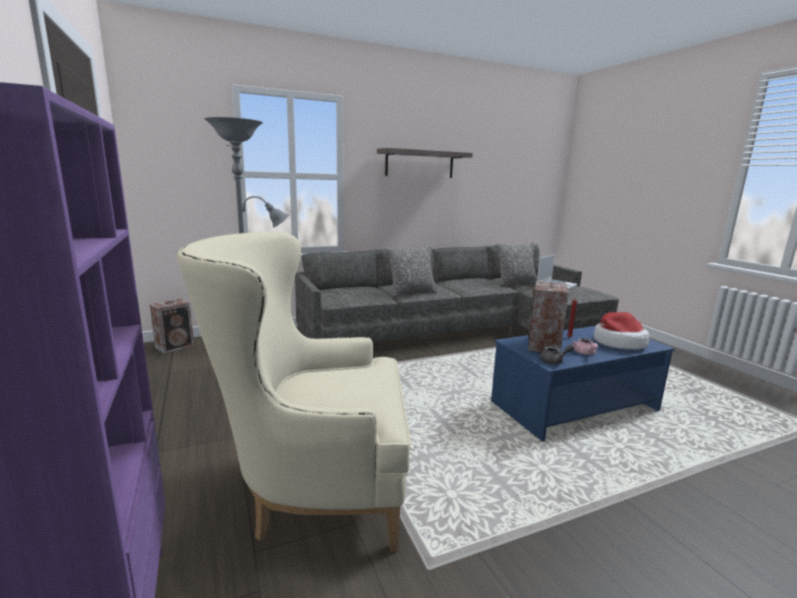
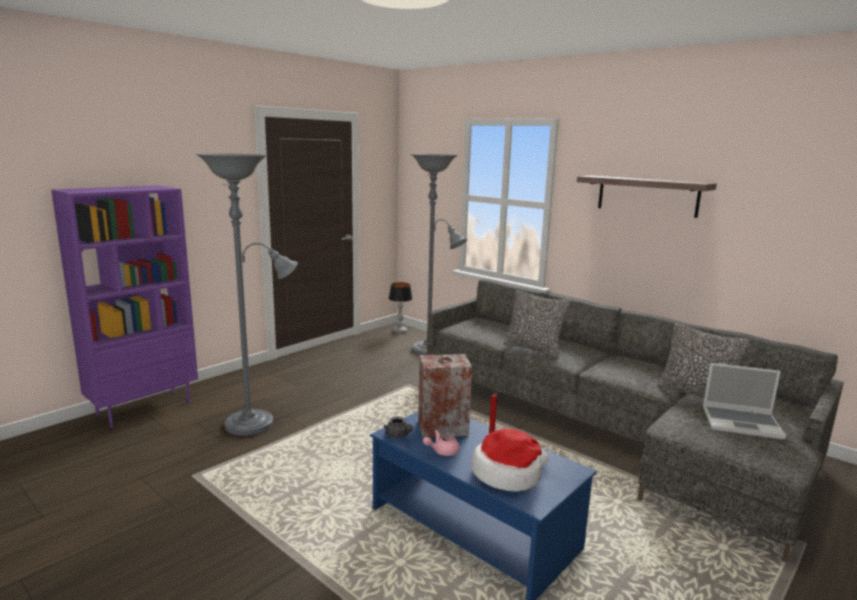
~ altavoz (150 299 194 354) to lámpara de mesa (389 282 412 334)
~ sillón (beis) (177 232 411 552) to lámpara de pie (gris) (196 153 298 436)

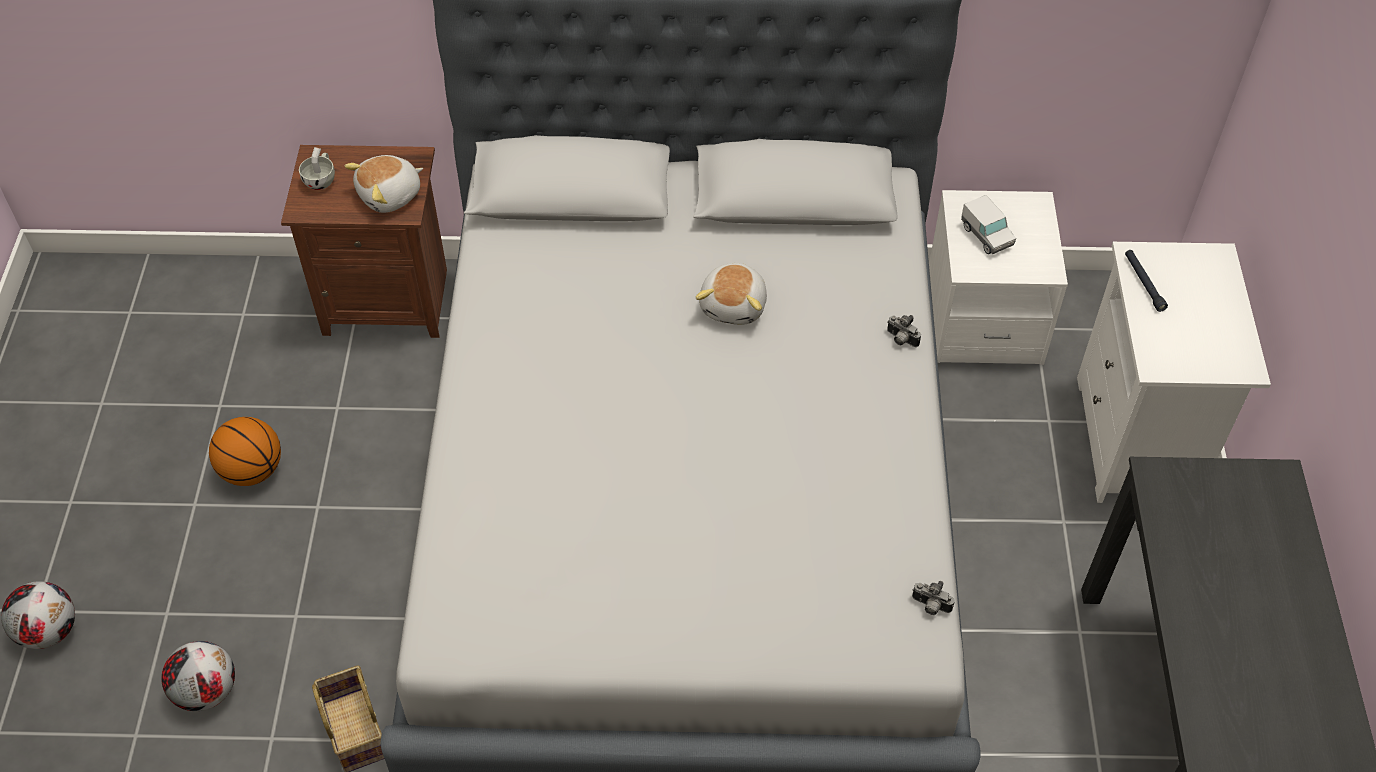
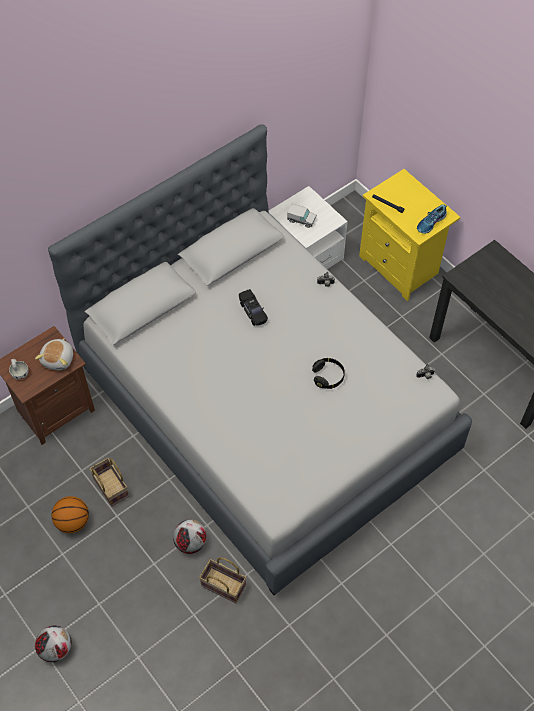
~ balón de fútbol (161 641 235 711) to (173 519 207 554)
~ peluche (695 263 767 325) to coche de juguete (negro) (239 289 268 326)
~ mesita de noche (blanco) (1077 242 1271 503) to mesita de noche (amarillo) (359 169 461 301)
+ cesta (89 458 129 507)
+ auriculares (negro) (312 358 345 389)
+ zapato (417 204 447 234)

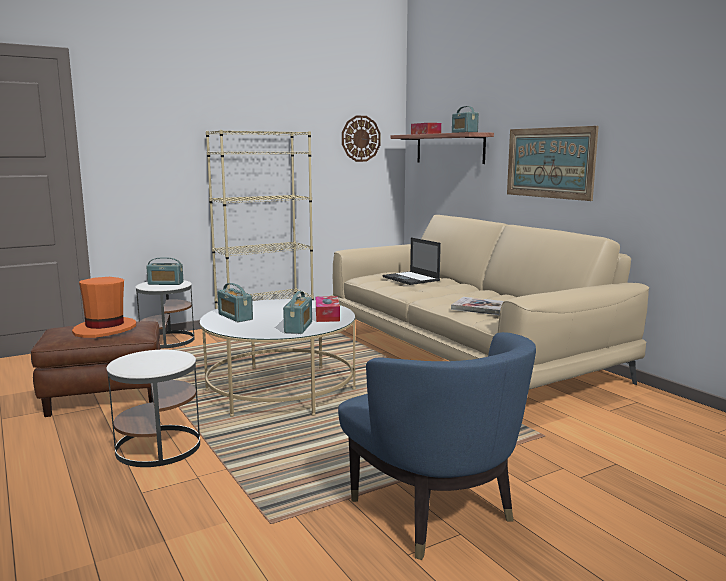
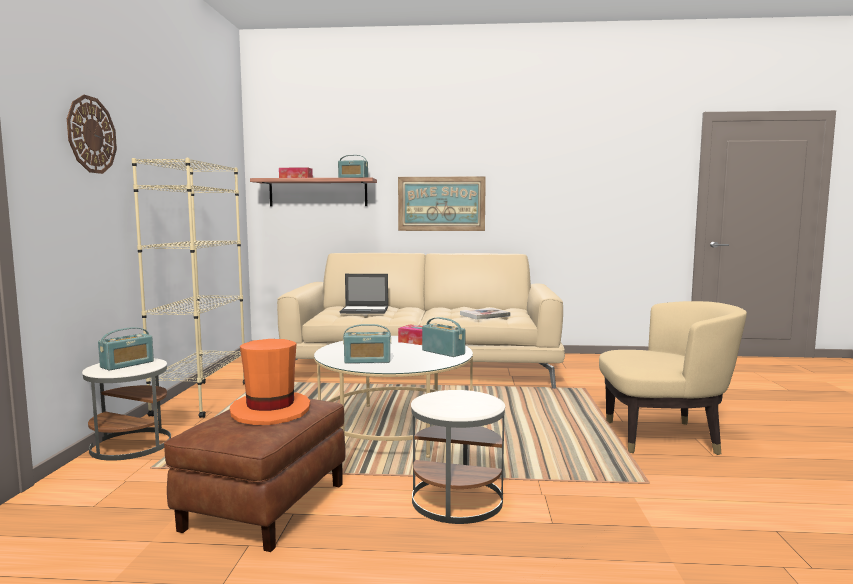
~ sillón (azul) (338 332 536 560) to sillón (beis) (599 301 747 455)
~ reloj de pared (342 115 380 162) to (67 95 117 174)

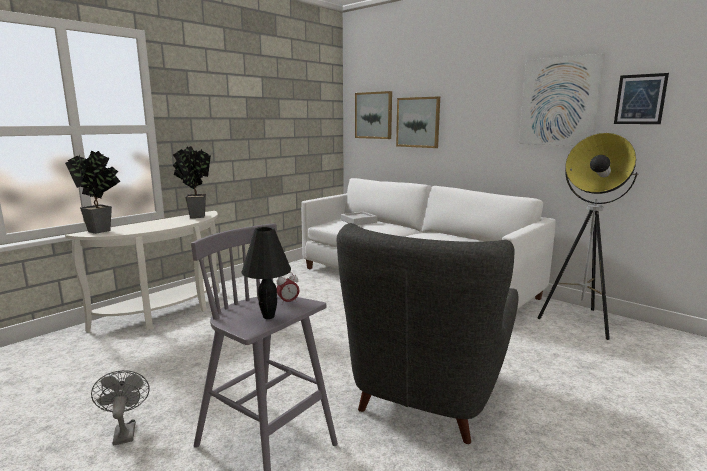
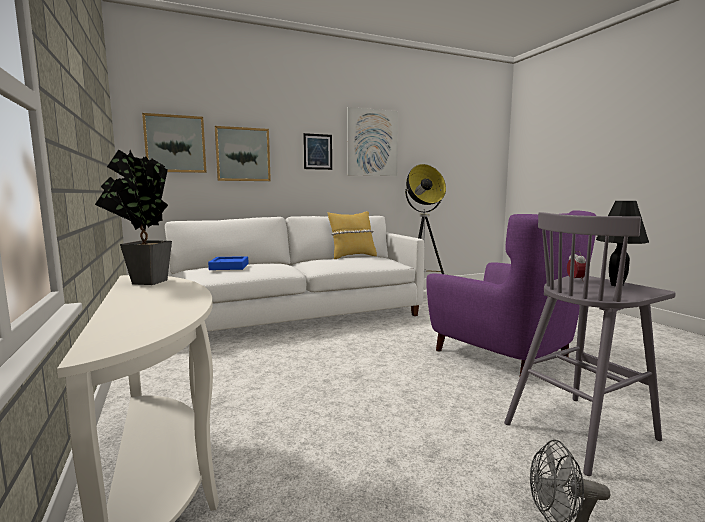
- planta en maceta (65 150 121 234)
~ sillón (gris) (337 223 519 444) to sillón (morado) (426 210 596 378)
~ bandeja (gris) (341 212 377 225) to bandeja (azul) (208 256 249 270)
~ cuadro (614 73 669 124) to (303 133 332 170)
+ cojín (amarillo) (328 211 377 259)

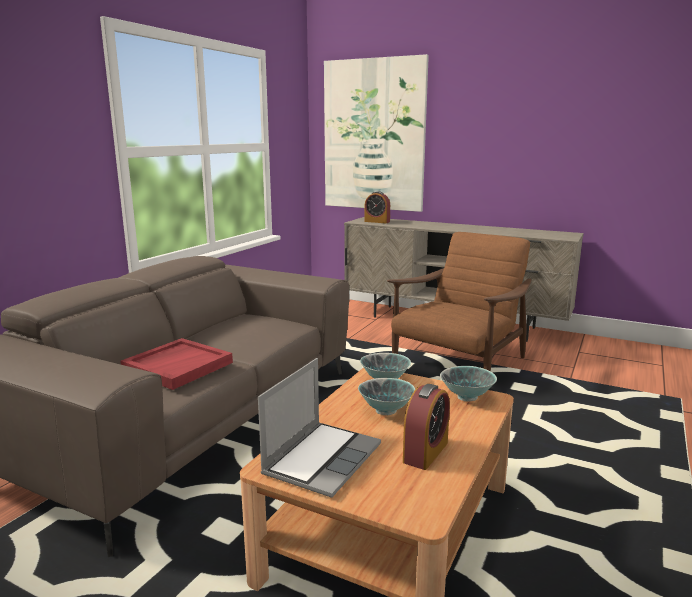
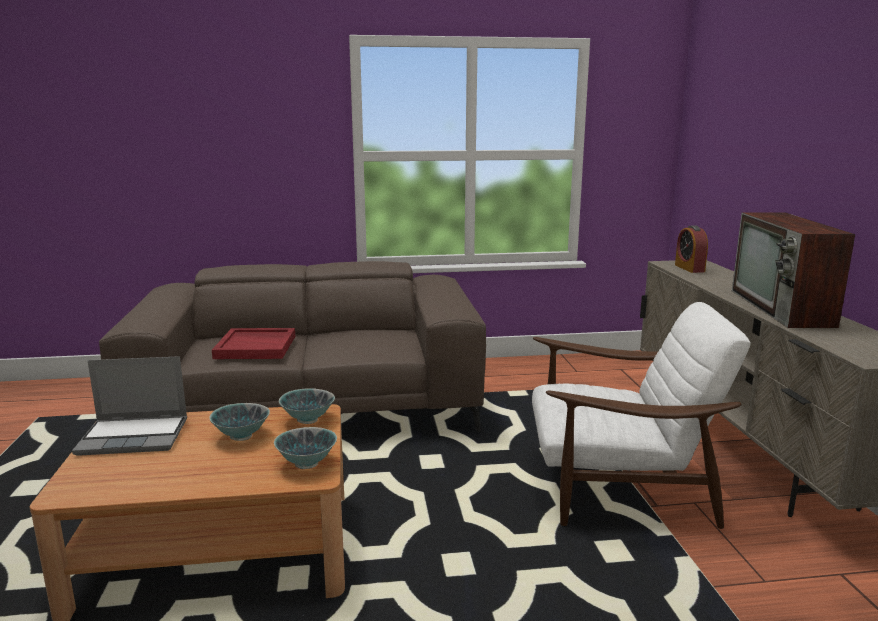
- cuadro (324 54 429 212)
~ sillón (marrón) (387 232 531 371) to sillón (blanco) (532 302 751 529)
- despertador (403 384 450 470)
+ televisor (732 212 855 328)

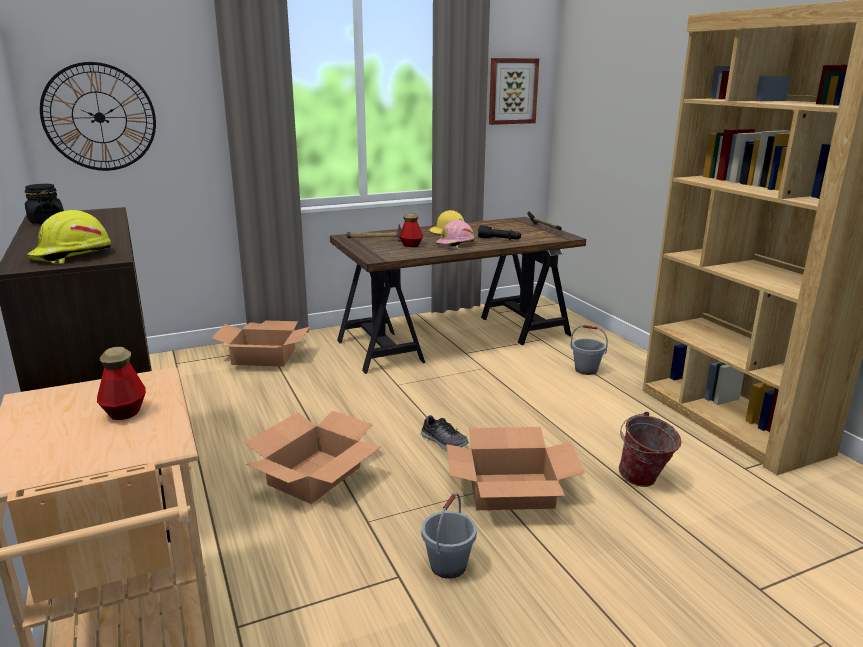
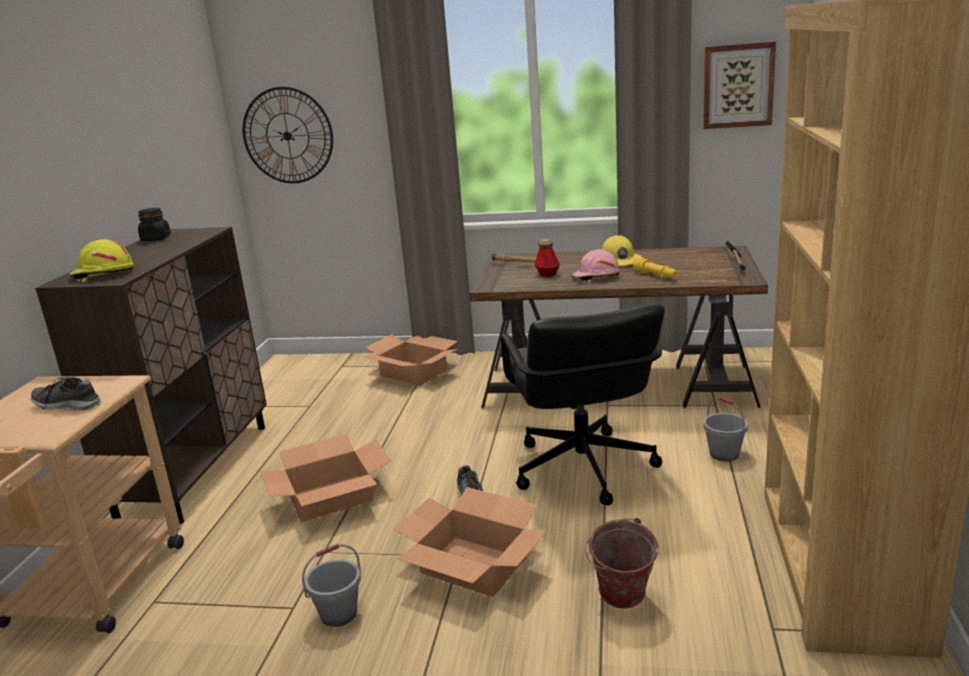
~ botella (97 347 146 420) to zapato (31 377 102 411)
~ linterna (negro) (478 226 521 240) to linterna (amarillo) (633 257 677 278)
+ silla de oficina (negro) (501 304 665 505)

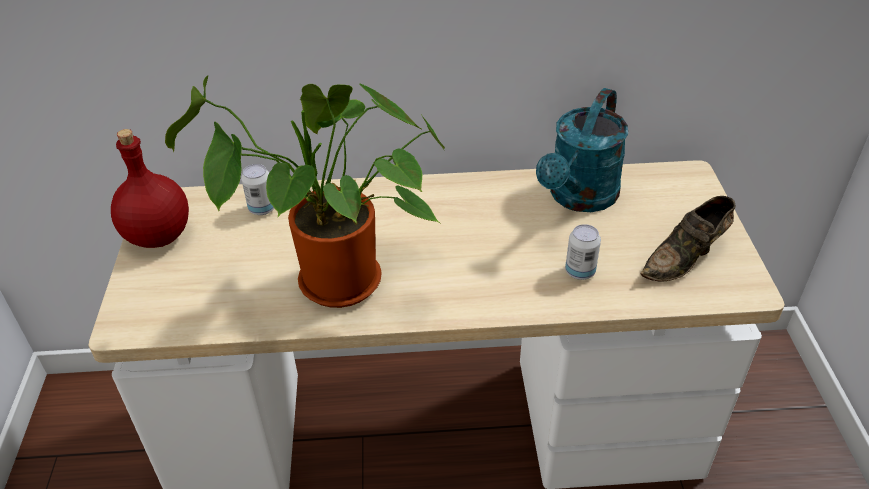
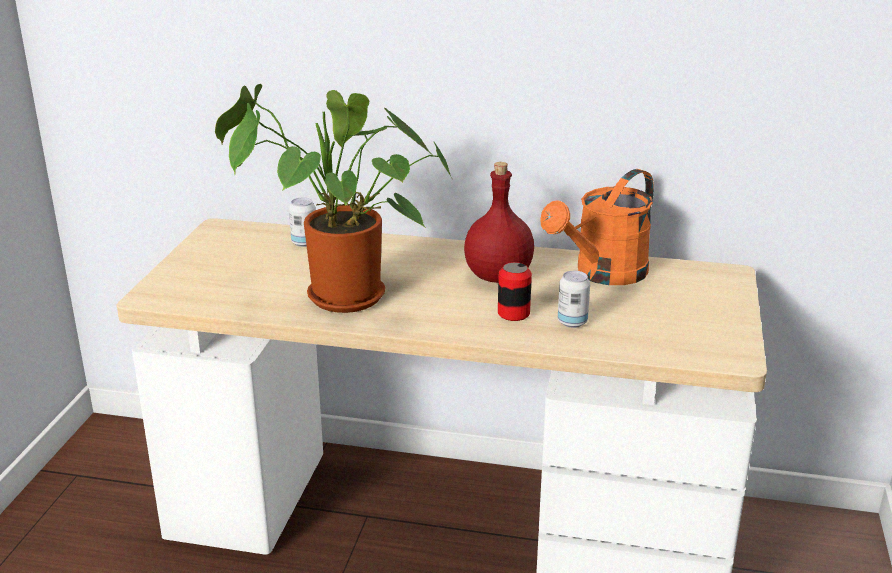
~ botella (rojo) (111 129 189 248) to (464 162 534 283)
~ regadera (turquesa) (536 88 628 212) to regadera (naranja) (540 169 654 285)
- zapato (marrón) (641 196 736 282)
+ lata (498 262 532 321)

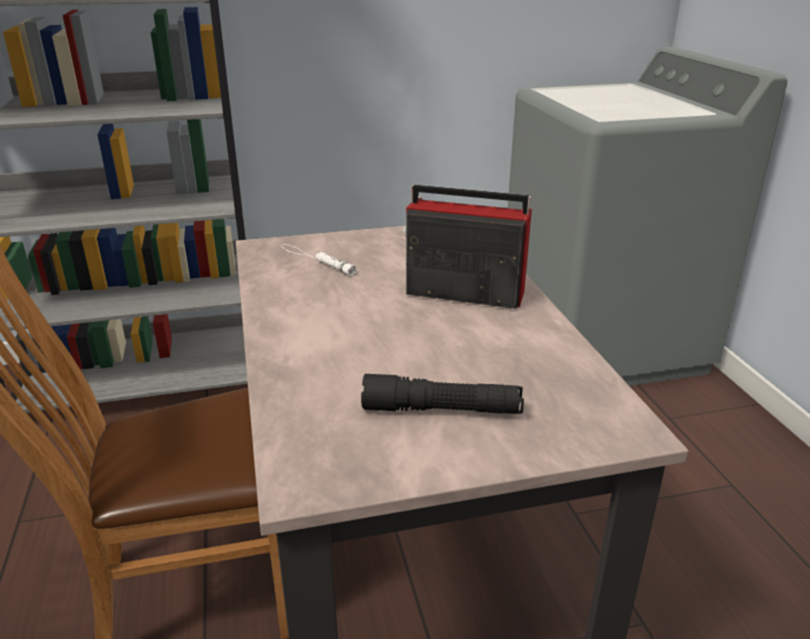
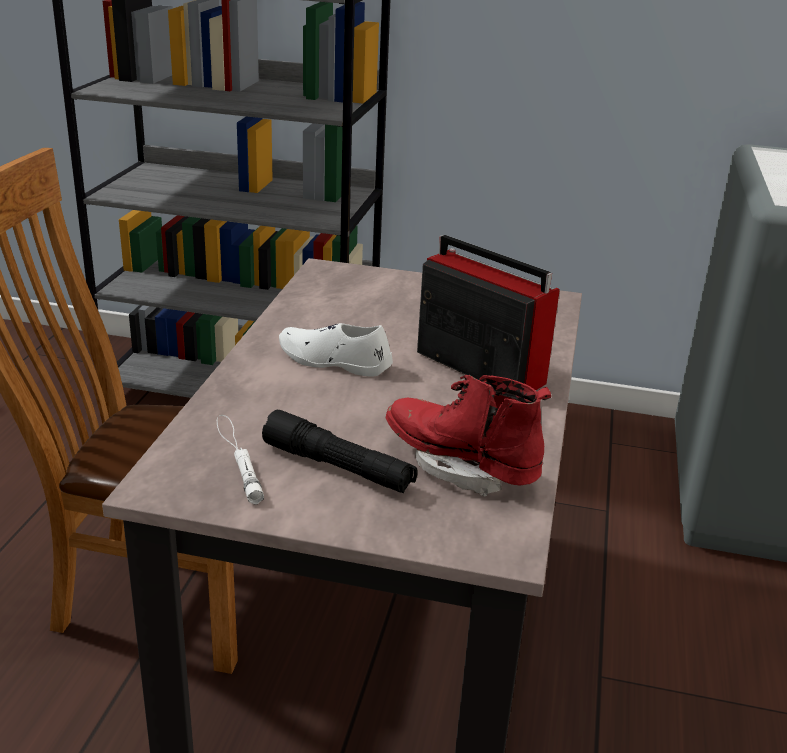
~ linterna (blanco) (281 244 357 276) to (217 415 264 505)
+ zapato (blanco) (279 323 393 377)
+ bota (rojo) (386 375 551 497)

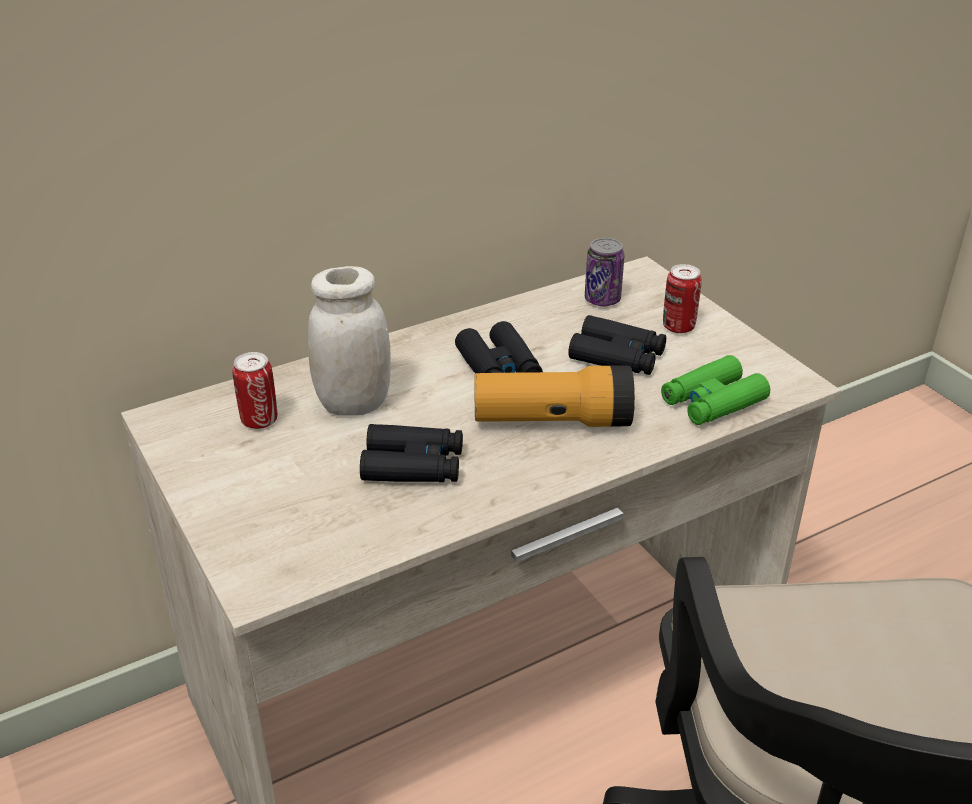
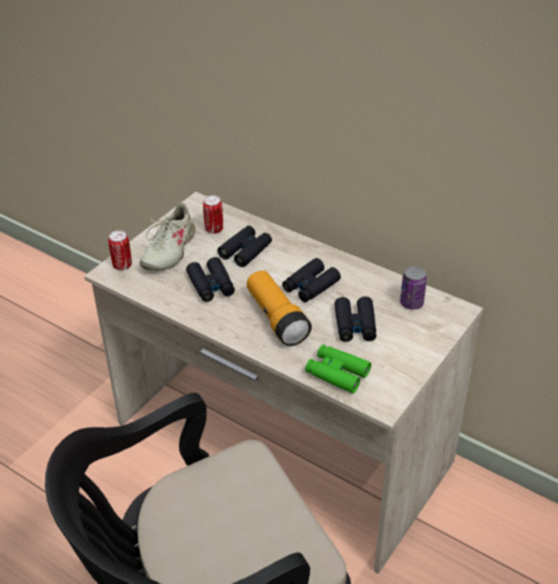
~ tarro (blanco) (308 266 391 416) to prismáticos (negro) (217 226 272 267)
~ lata (663 264 702 334) to (108 230 132 270)
+ zapato (beis) (140 203 198 270)

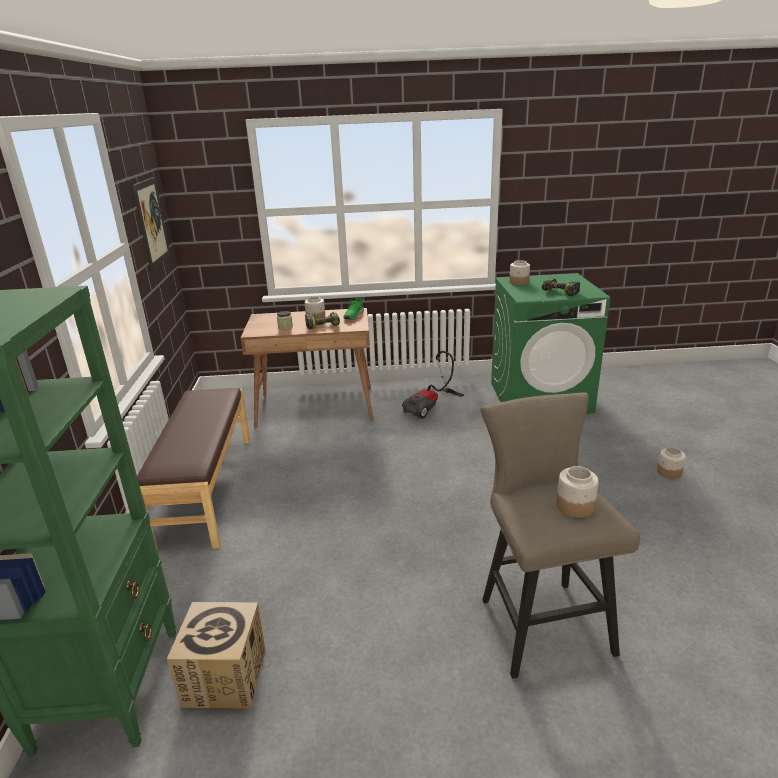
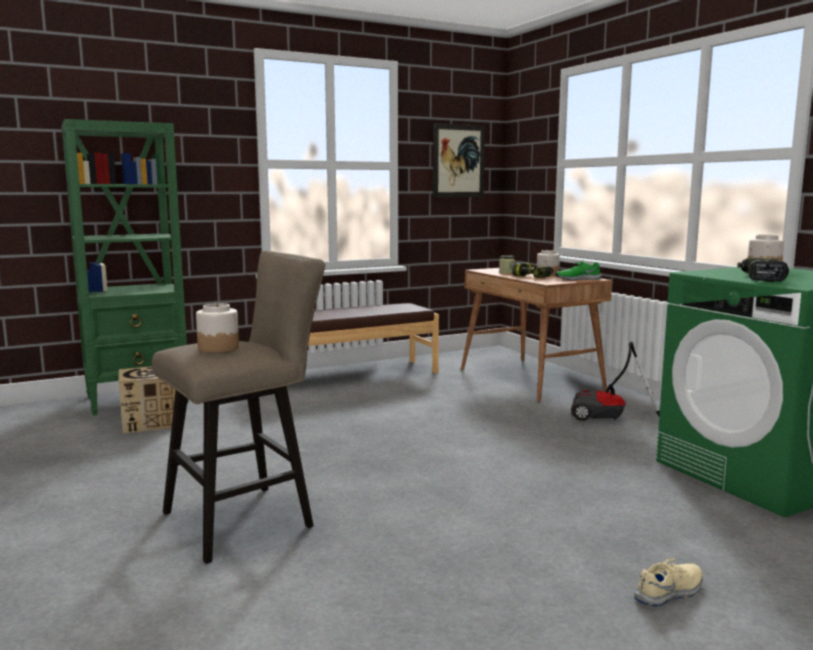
~ tarro (657 447 686 479) to zapato (beis) (635 558 703 606)

